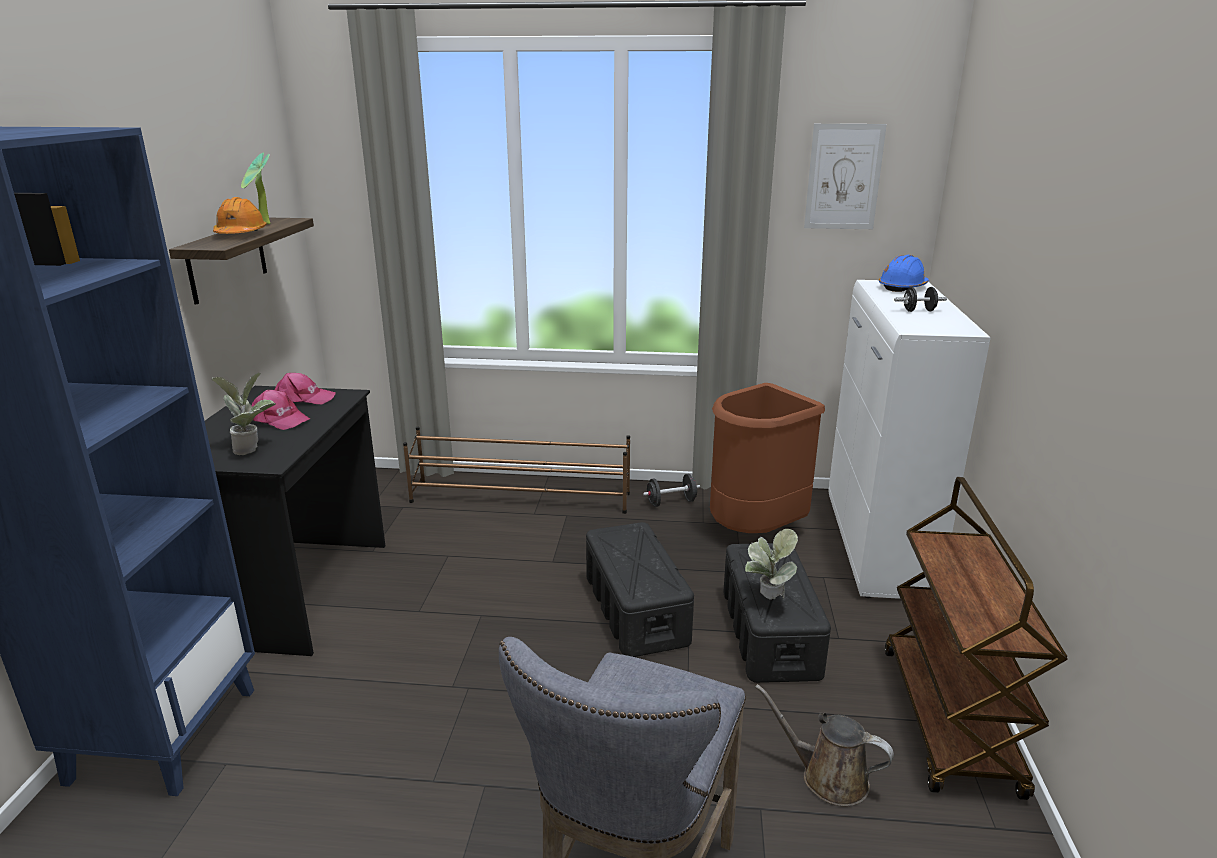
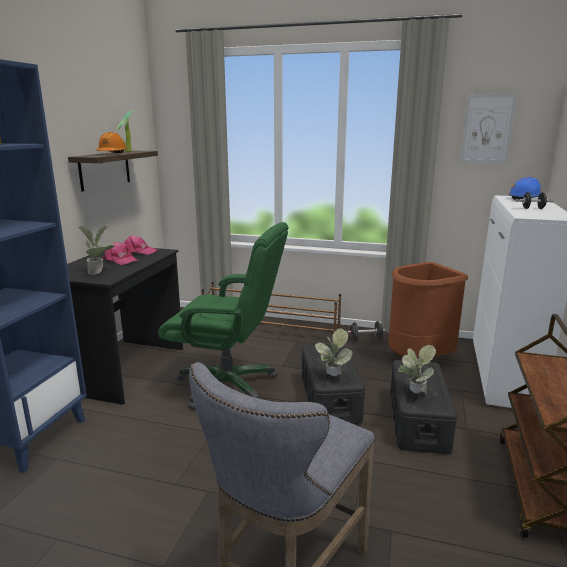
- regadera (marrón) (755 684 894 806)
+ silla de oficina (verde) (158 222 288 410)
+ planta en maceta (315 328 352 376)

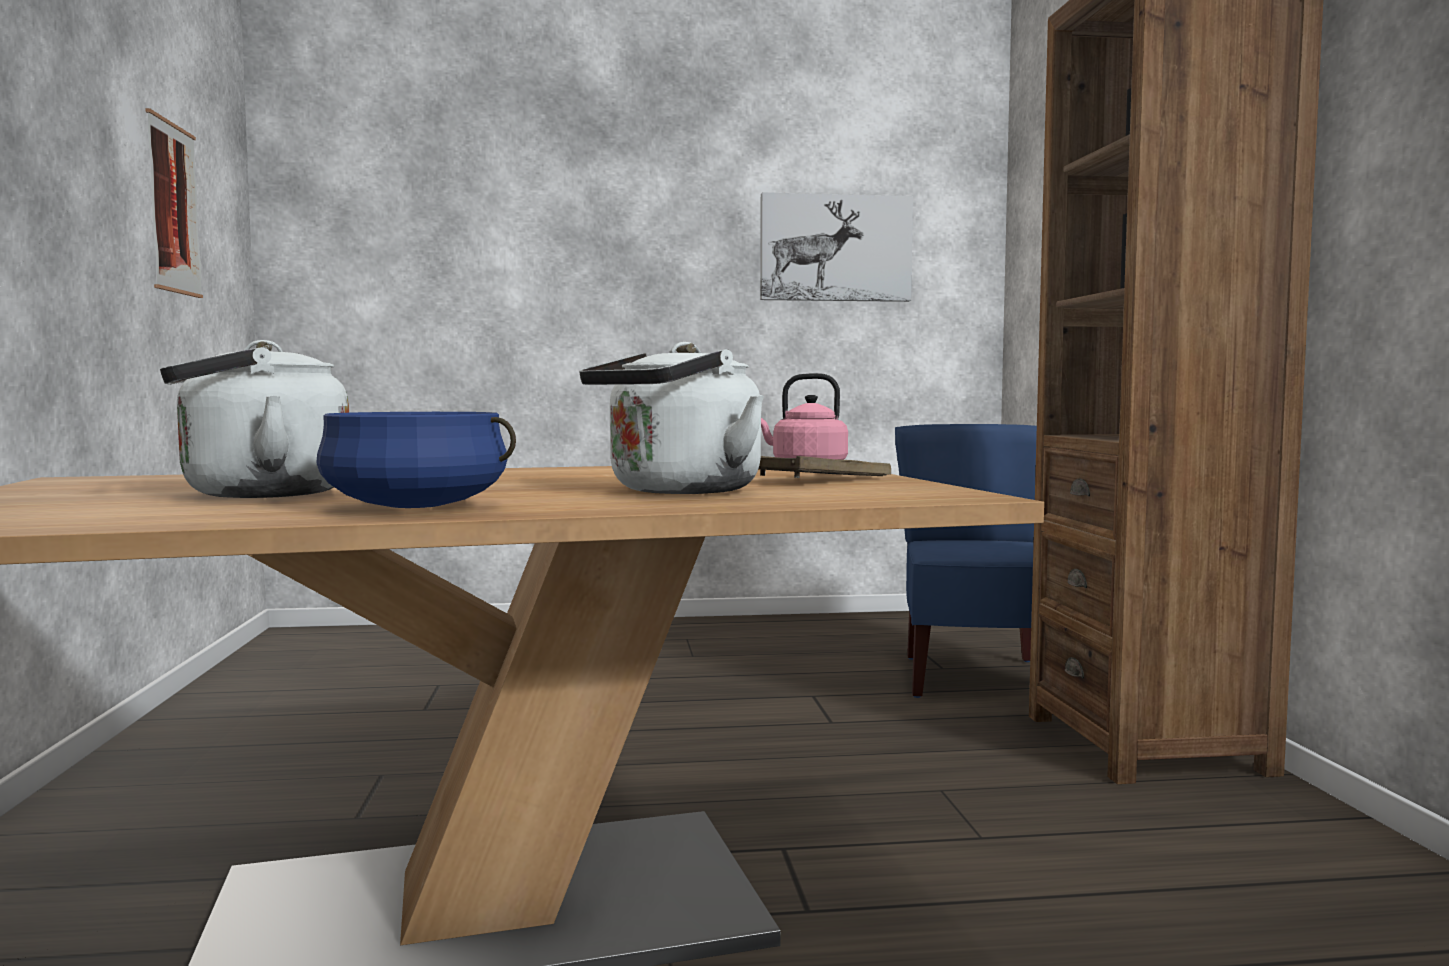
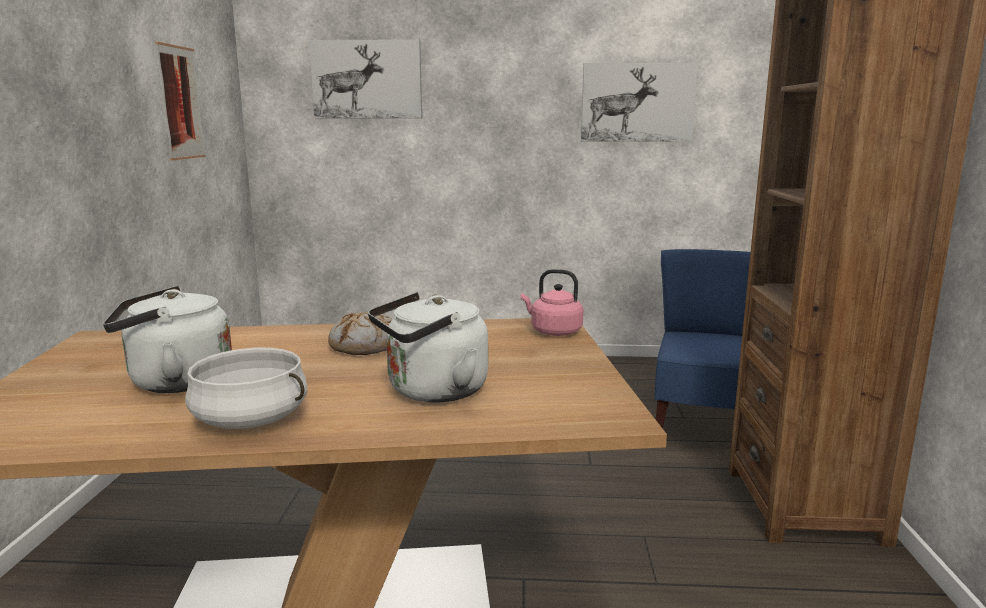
~ olla (azul) (316 412 516 508) to olla (blanco) (185 348 308 429)
- bandeja (marrón) (758 456 891 478)
+ cuadro (309 39 422 118)
+ pan (328 311 393 355)

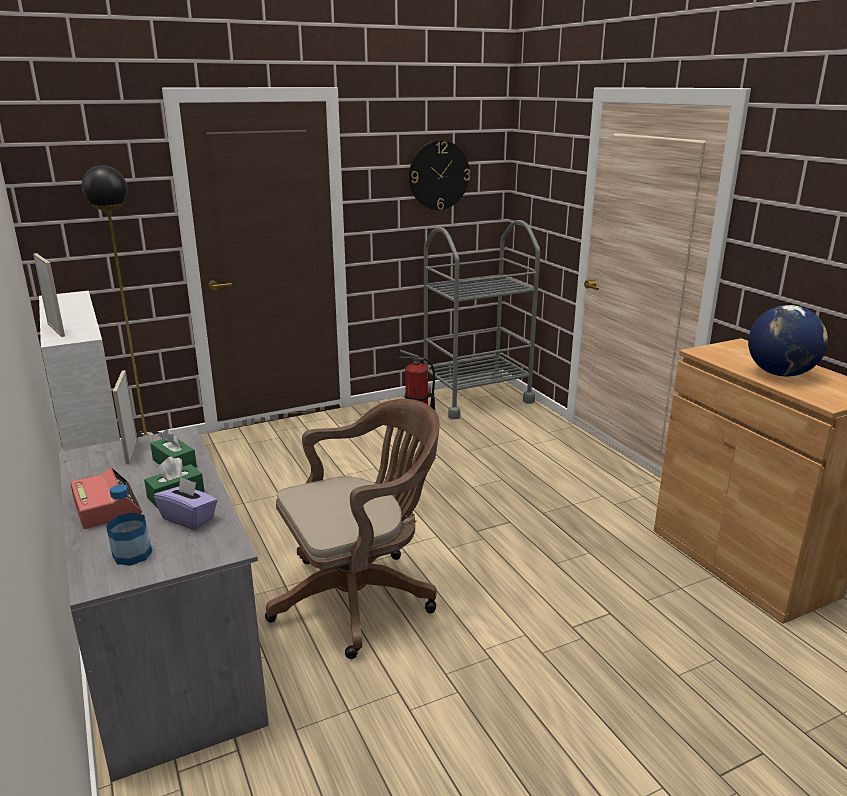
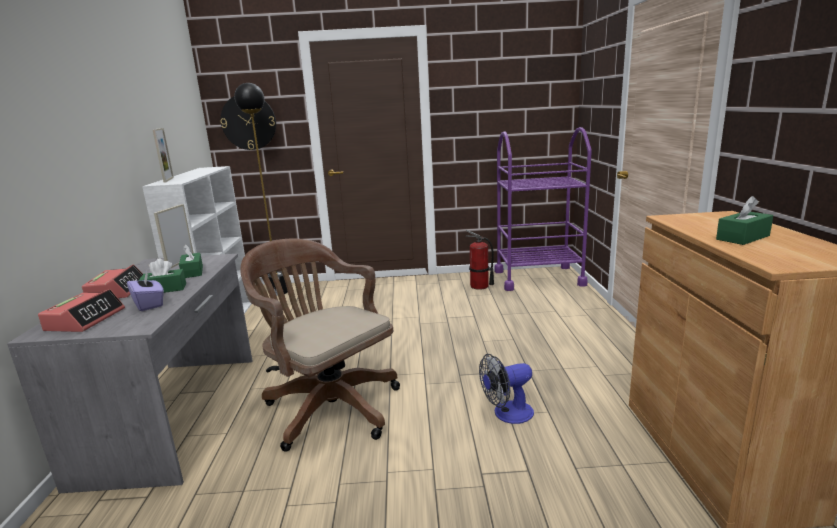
~ botella (106 484 152 565) to despertador (38 289 125 332)
~ silla de oficina (marrón) (265 399 440 659) = (240 239 400 452) 135 degrees counterclockwise
~ reloj de pared (409 140 470 210) to (220 97 276 150)
~ carrito (gris) (424 220 540 419) to carrito (morado) (494 127 592 291)
~ globo terráqueo (748 305 828 377) to caja de pañuelos (verde) (716 196 773 245)
+ ventilador (479 354 534 424)

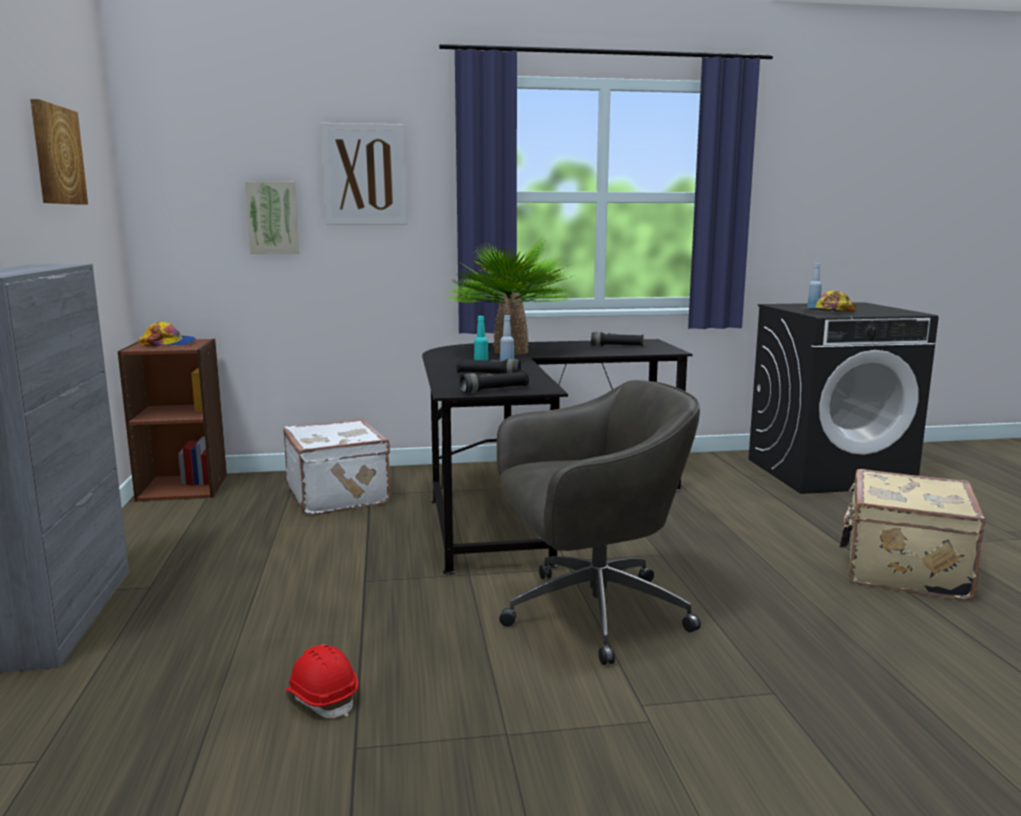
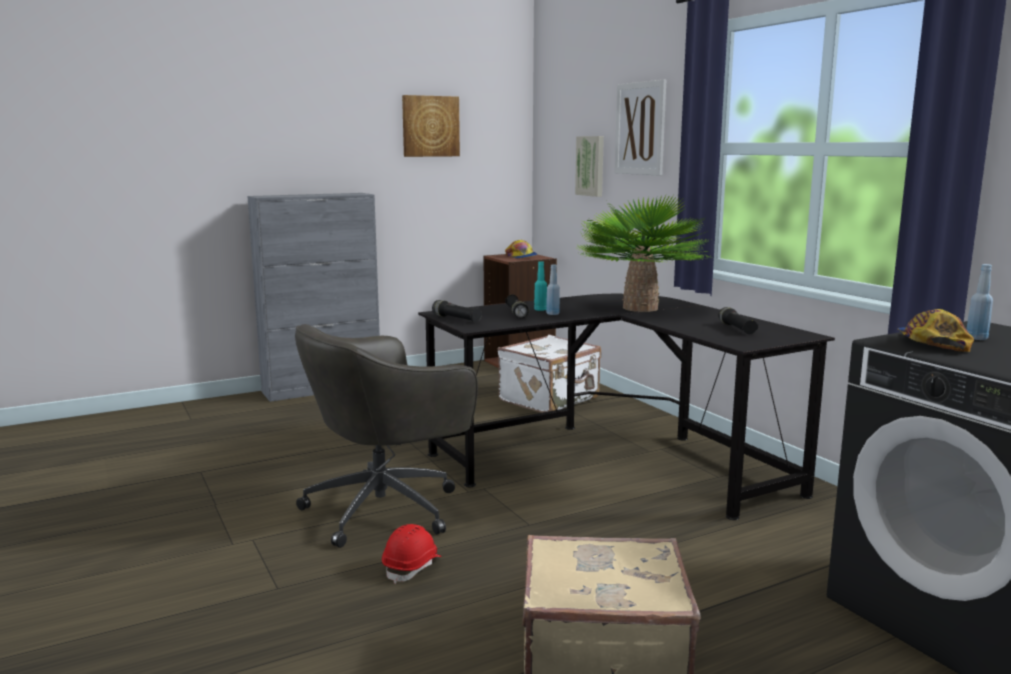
~ casco (rojo) (285 645 358 718) to (382 524 441 584)
~ silla de oficina (gris) (497 380 701 665) = (295 324 478 548) 90 degrees clockwise

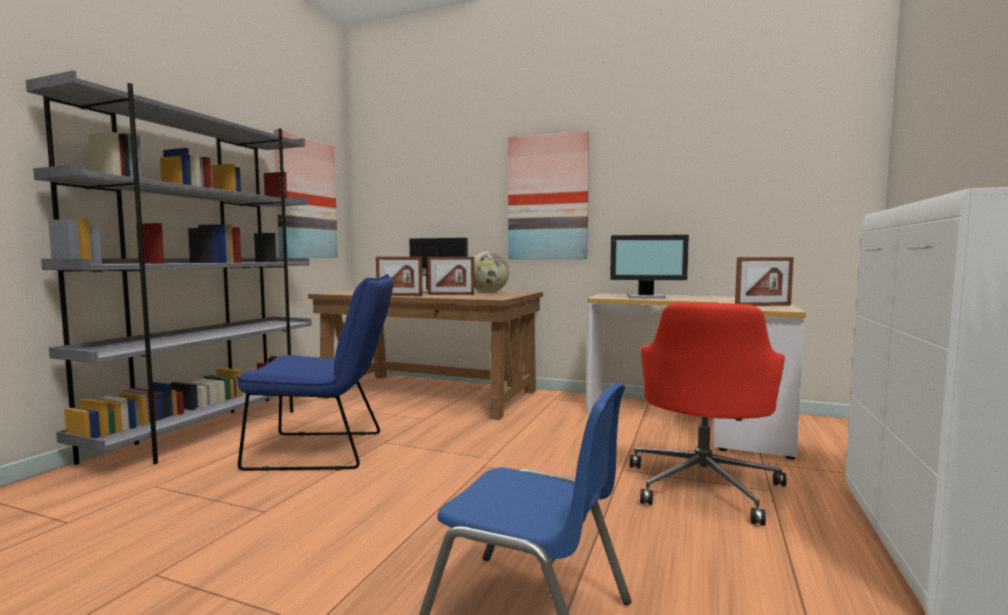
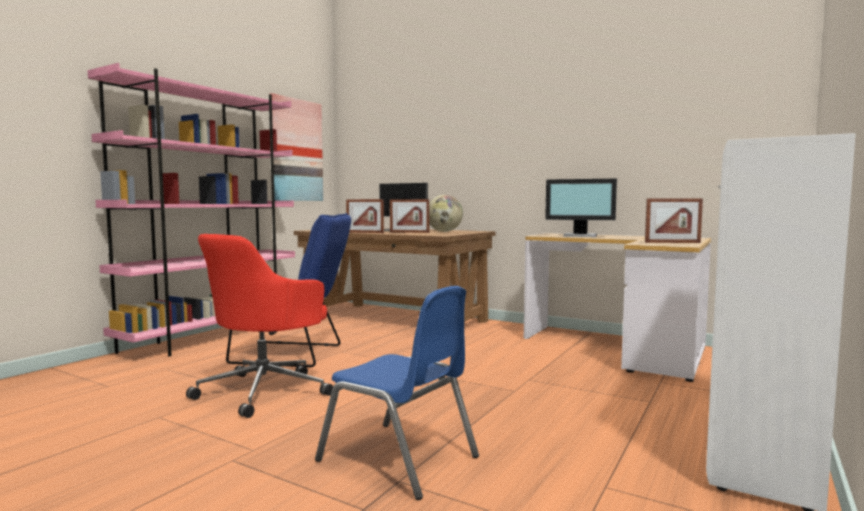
~ estantería (gris) (26 70 312 465) to estantería (rosa) (88 63 295 356)
- cuadro (508 130 589 259)
~ silla de oficina (rojo) (630 302 786 526) to (186 234 333 418)

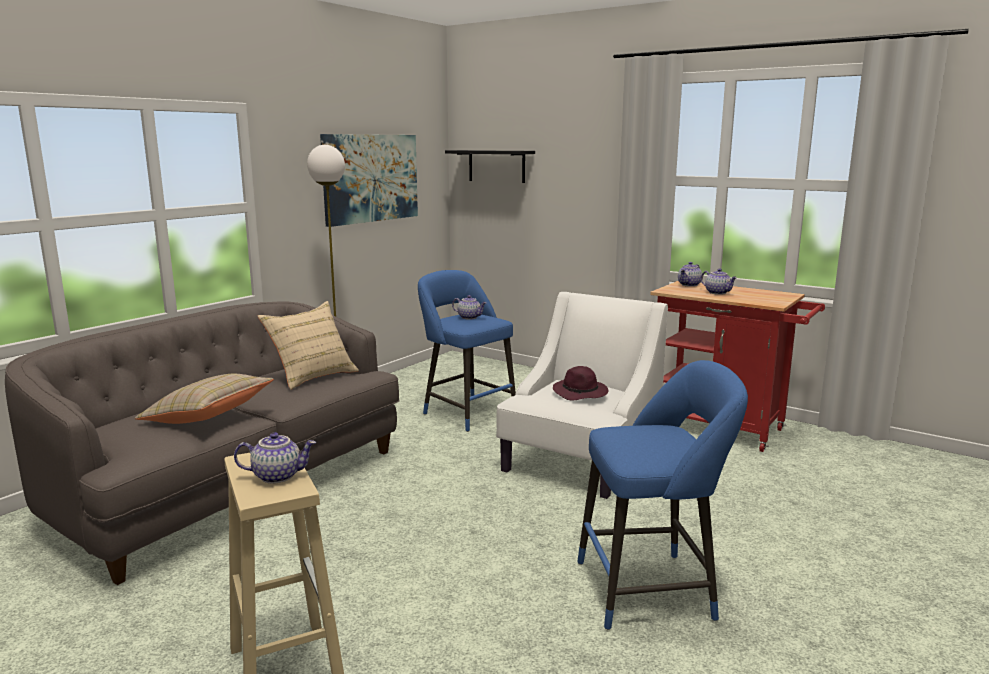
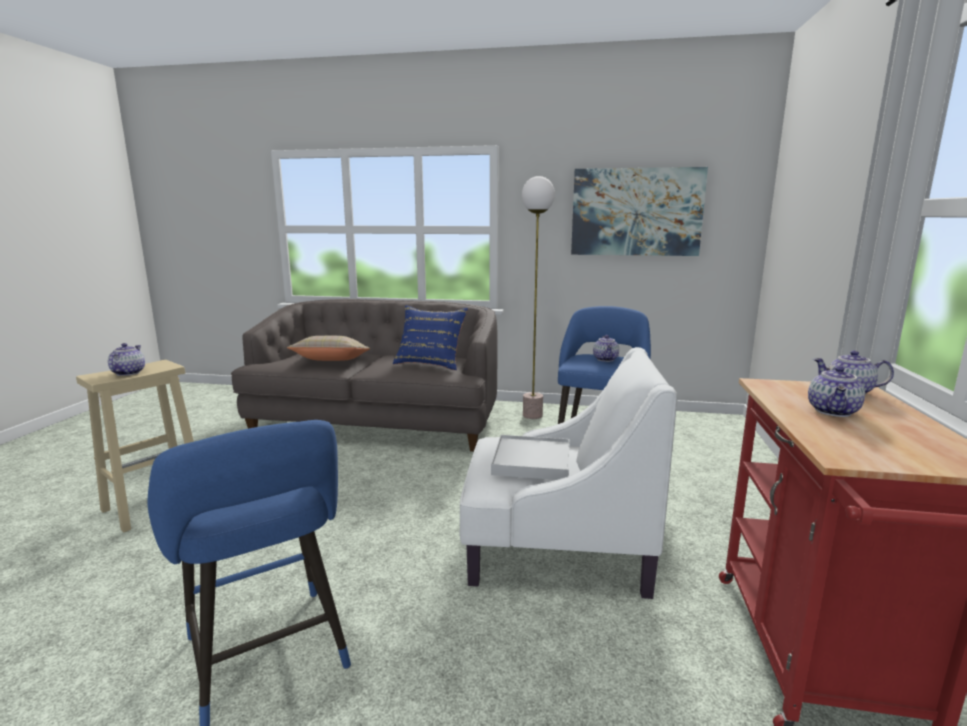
~ tetera (234 432 316 483) = (108 343 145 376) 150 degrees counterclockwise
~ cojín (beis) (258 301 359 390) to cojín (azul) (393 305 468 370)
- estante (negro) (445 150 535 183)
~ sombrero (morado) (553 366 609 400) to bandeja (blanco) (491 435 569 480)

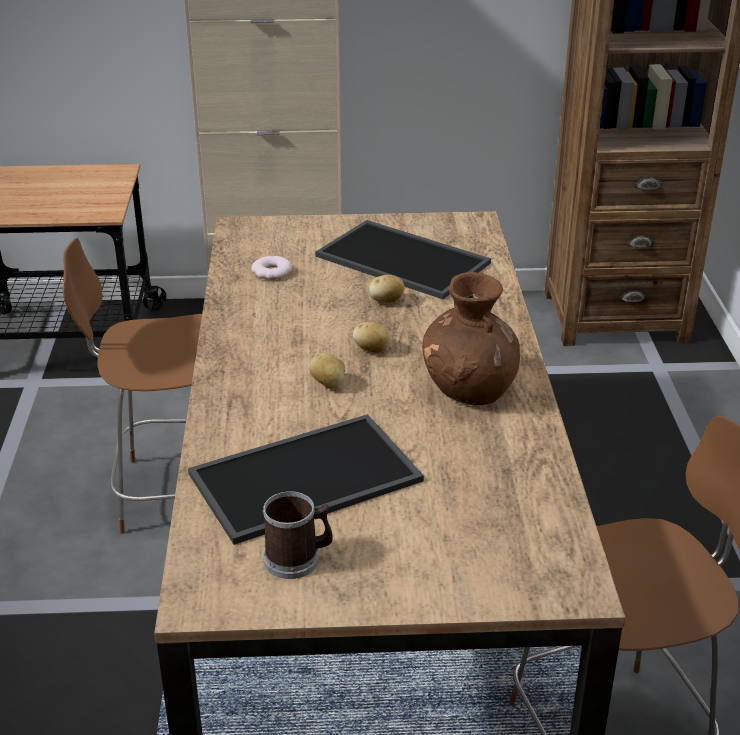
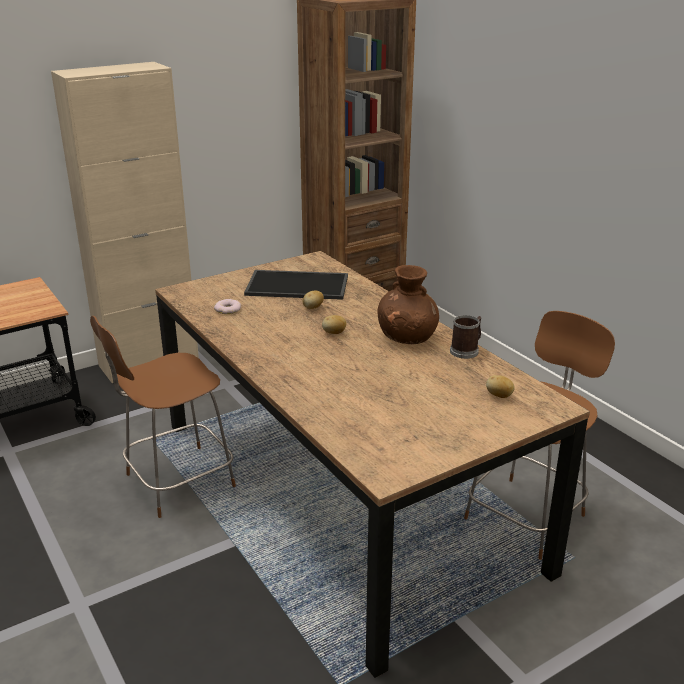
- bandeja (188 414 424 545)
~ taza grande (262 491 332 579) to (450 315 481 359)
~ patata (309 353 345 389) to (486 375 515 398)

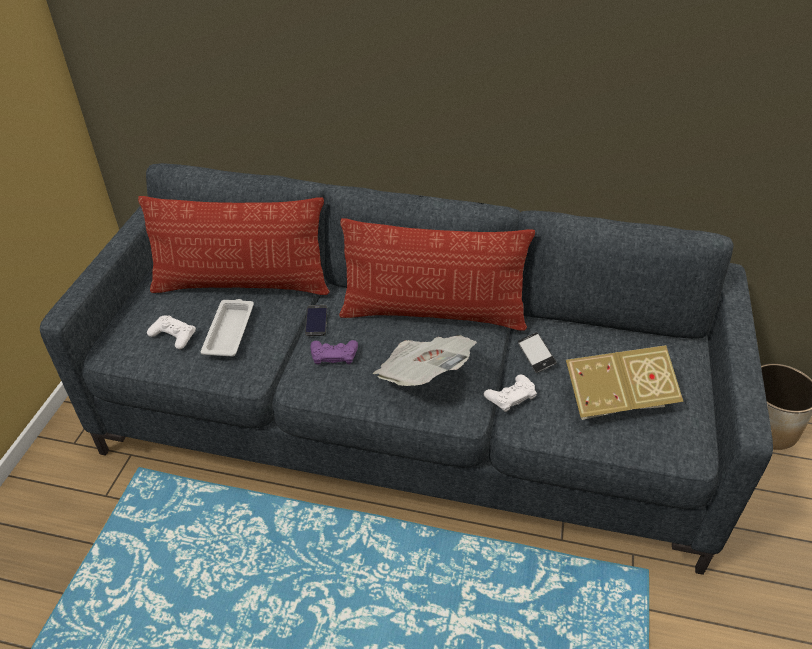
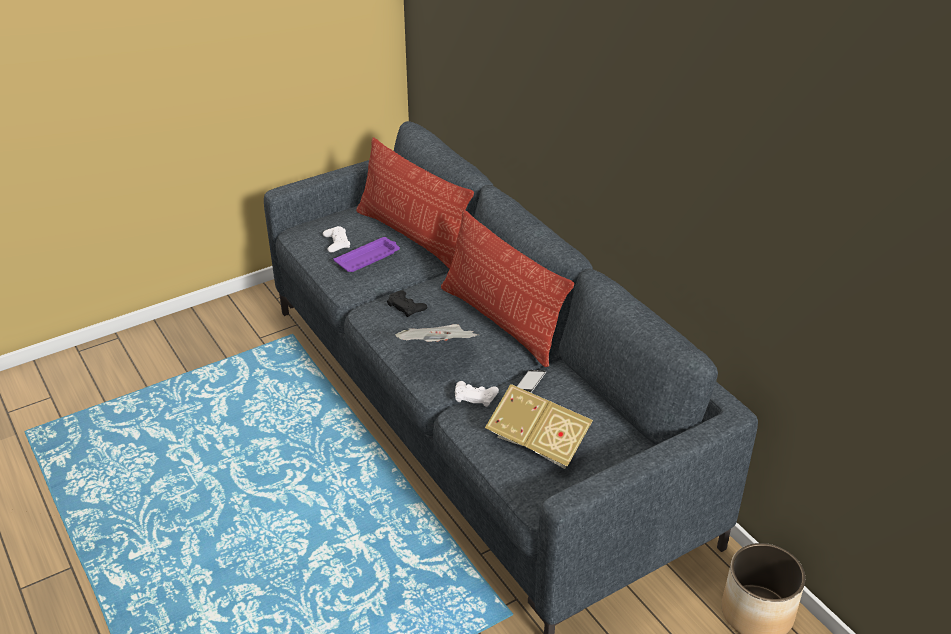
~ bandeja (blanco) (200 299 254 356) to bandeja (morado) (334 237 400 272)
- móvil (305 305 327 336)
~ mando de consola (morado) (310 340 358 365) to mando de consola (negro) (387 290 427 317)

